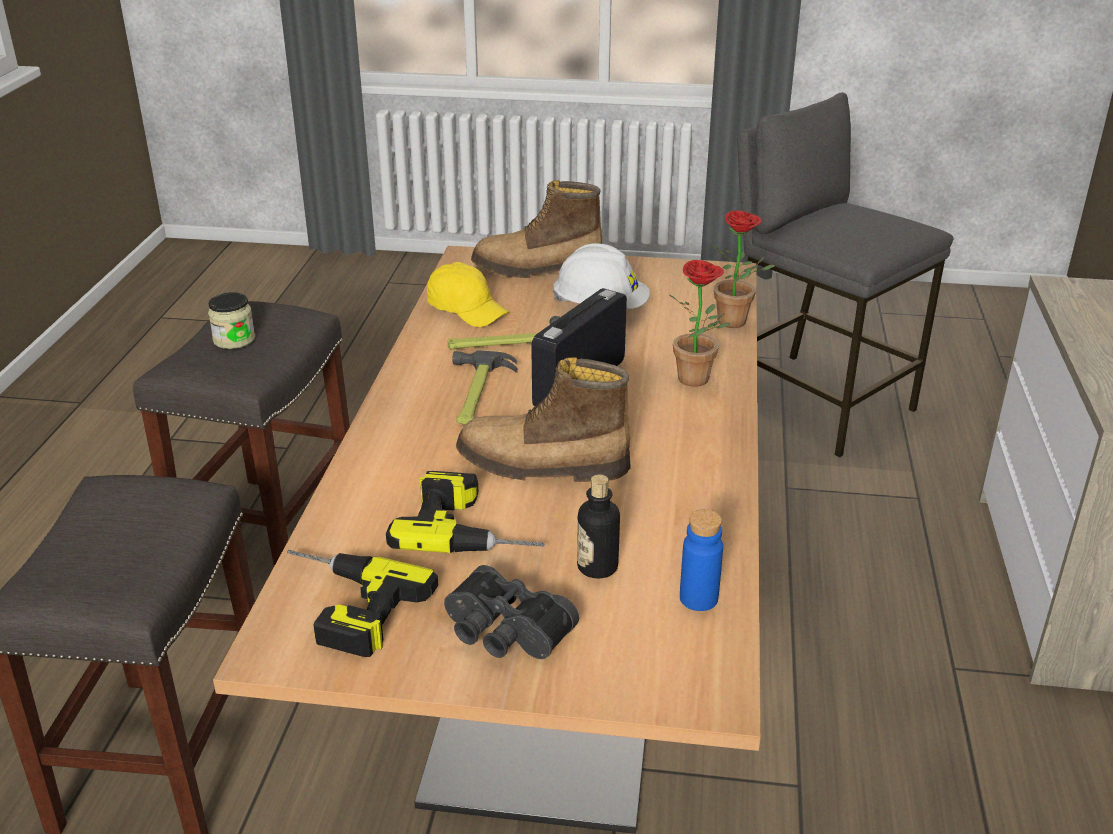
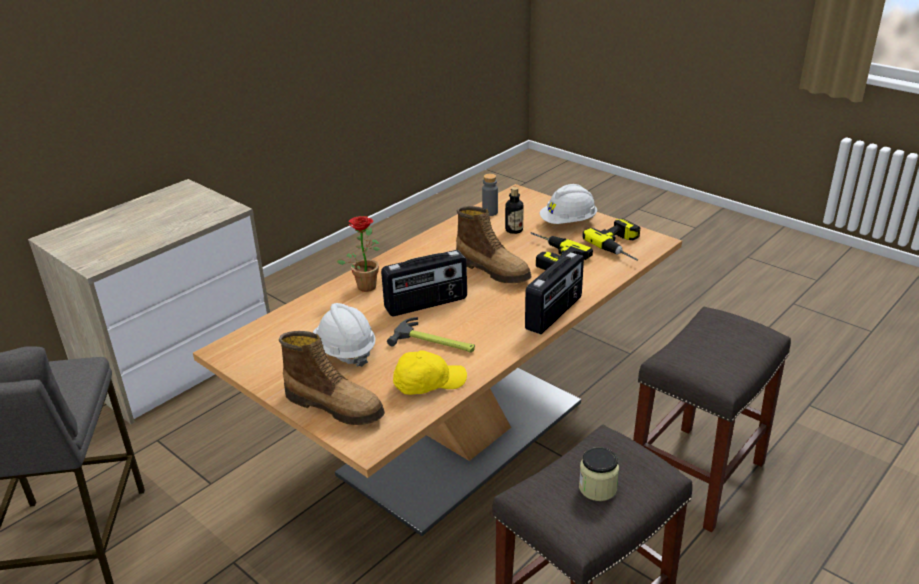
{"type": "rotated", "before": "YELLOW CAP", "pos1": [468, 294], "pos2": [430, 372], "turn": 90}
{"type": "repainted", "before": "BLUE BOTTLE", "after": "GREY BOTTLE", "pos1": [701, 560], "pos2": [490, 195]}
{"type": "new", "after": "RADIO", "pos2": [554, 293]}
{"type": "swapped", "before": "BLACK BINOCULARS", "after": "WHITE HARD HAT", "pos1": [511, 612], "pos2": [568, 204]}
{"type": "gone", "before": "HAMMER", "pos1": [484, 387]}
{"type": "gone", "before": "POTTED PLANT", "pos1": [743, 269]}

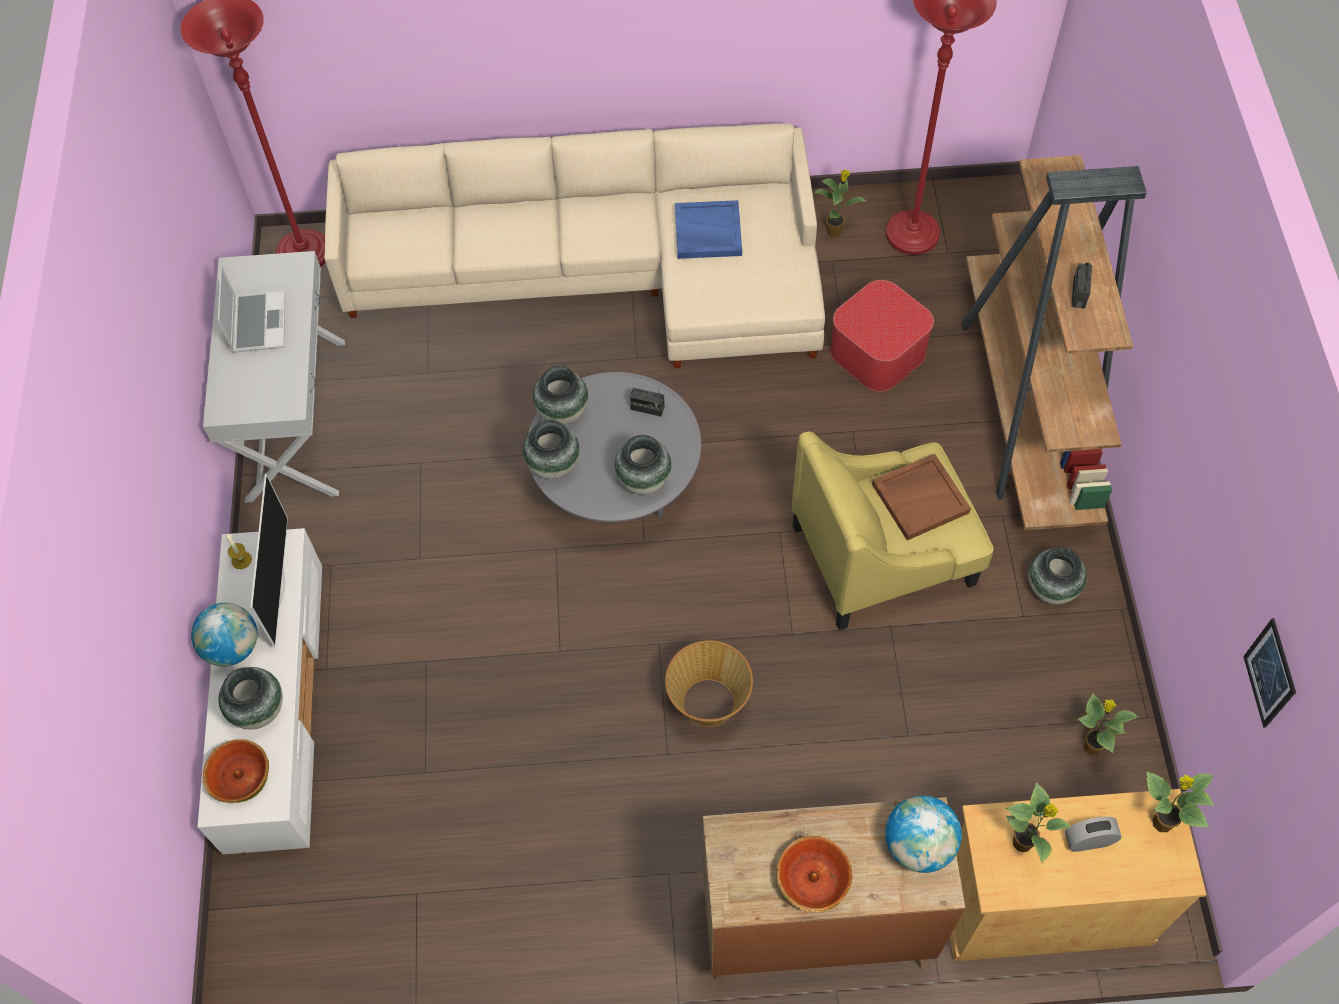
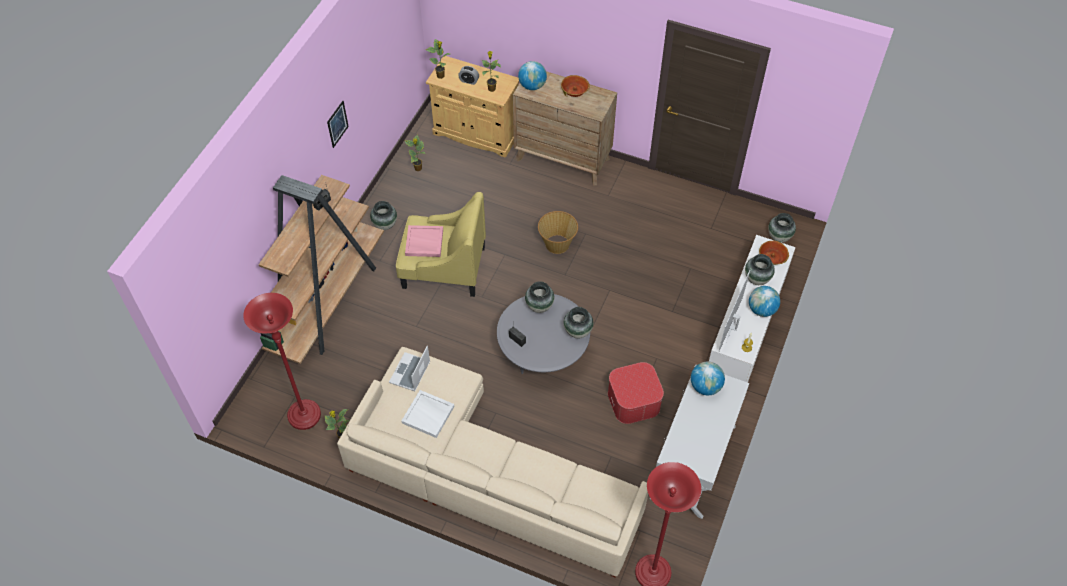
{"type": "shifted", "before": "PICTURE", "pos1": [1269, 673], "pos2": [338, 124]}
{"type": "shifted", "before": "LAPTOP", "pos1": [251, 308], "pos2": [409, 368]}
{"type": "repainted", "before": "BLUE TRAY", "after": "WHITE TRAY", "pos1": [708, 229], "pos2": [428, 414]}
{"type": "repainted", "before": "BROWN TRAY", "after": "PINK TRAY", "pos1": [921, 496], "pos2": [424, 241]}
{"type": "shifted", "before": "OTTOMAN", "pos1": [882, 336], "pos2": [636, 393]}
{"type": "new", "after": "GLOBE", "pos2": [708, 378]}
{"type": "shifted", "before": "VASE", "pos1": [560, 395], "pos2": [782, 227]}

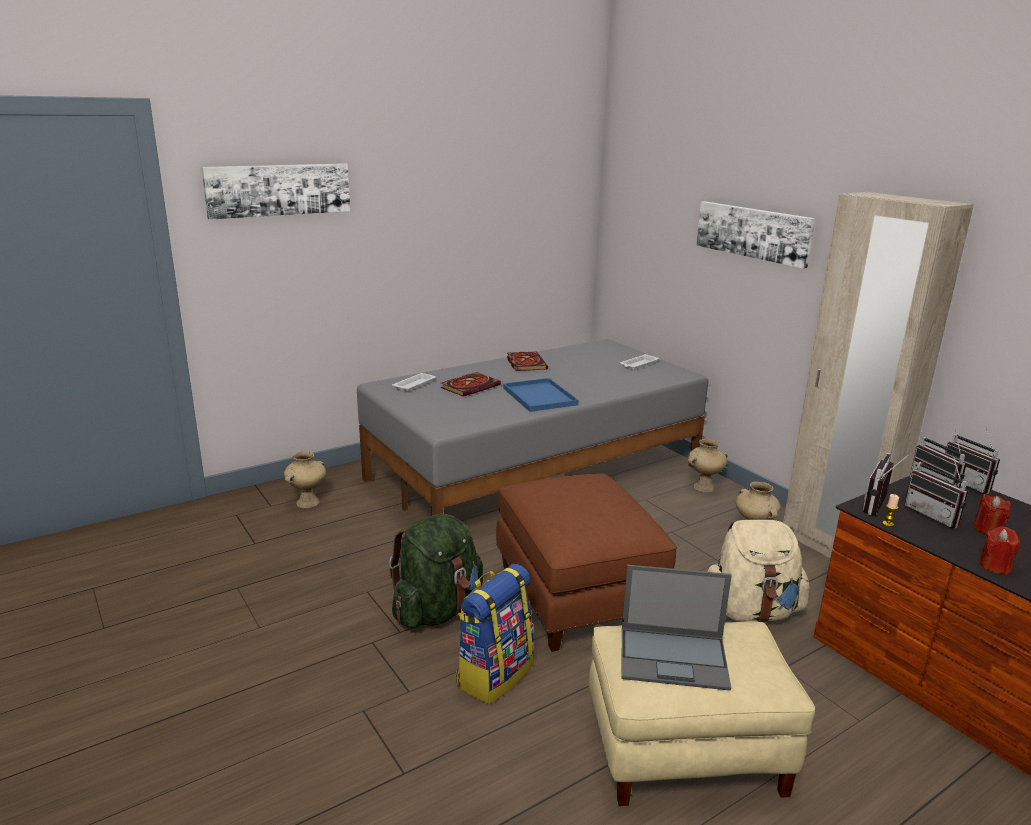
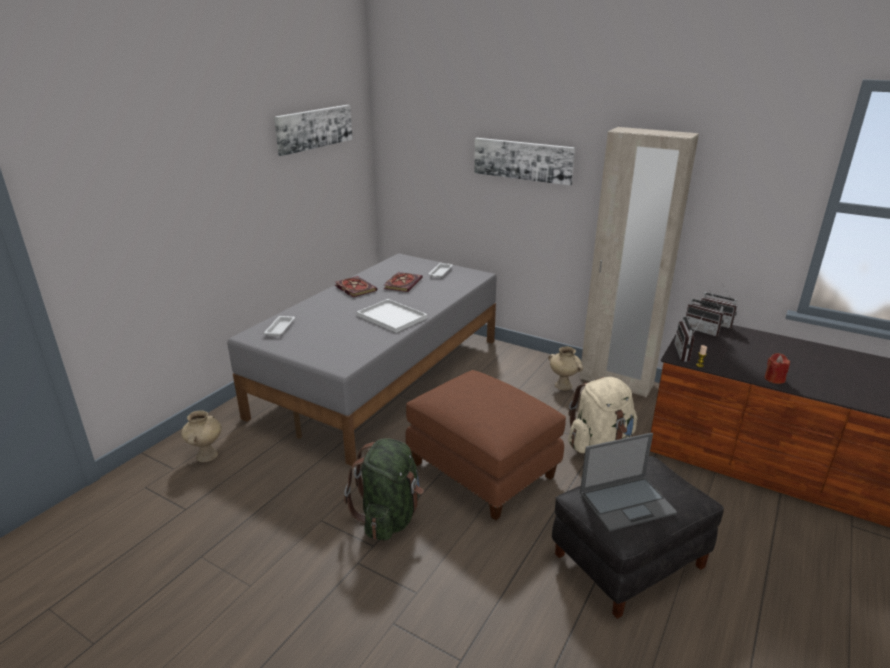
{"type": "shifted", "before": "PICTURE", "pos1": [275, 191], "pos2": [313, 130]}
{"type": "repainted", "before": "BLUE TRAY", "after": "WHITE TRAY", "pos1": [541, 395], "pos2": [392, 316]}
{"type": "shifted", "before": "BOOK", "pos1": [471, 384], "pos2": [403, 282]}
{"type": "repainted", "before": "BEIGE OTTOMAN", "after": "BLACK OTTOMAN", "pos1": [702, 713], "pos2": [638, 537]}
{"type": "gone", "before": "BACKPACK", "pos1": [495, 634]}
{"type": "gone", "before": "BEIGE VASE", "pos1": [708, 465]}
{"type": "gone", "before": "RADIO", "pos1": [936, 490]}
{"type": "gone", "before": "RED CANDLE", "pos1": [992, 514]}

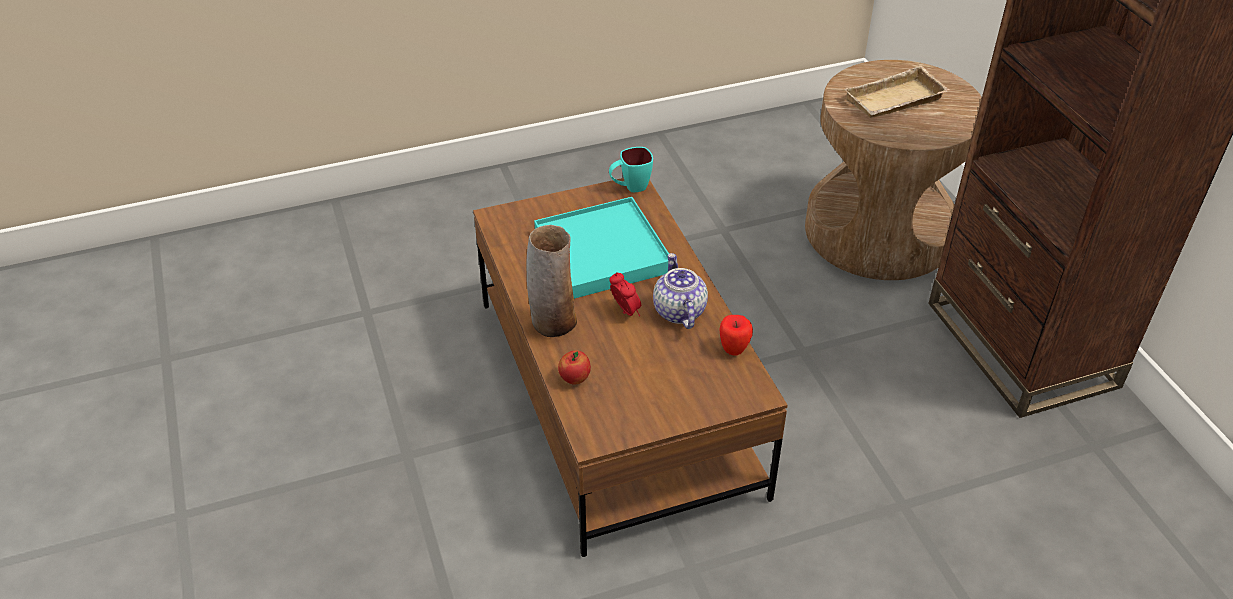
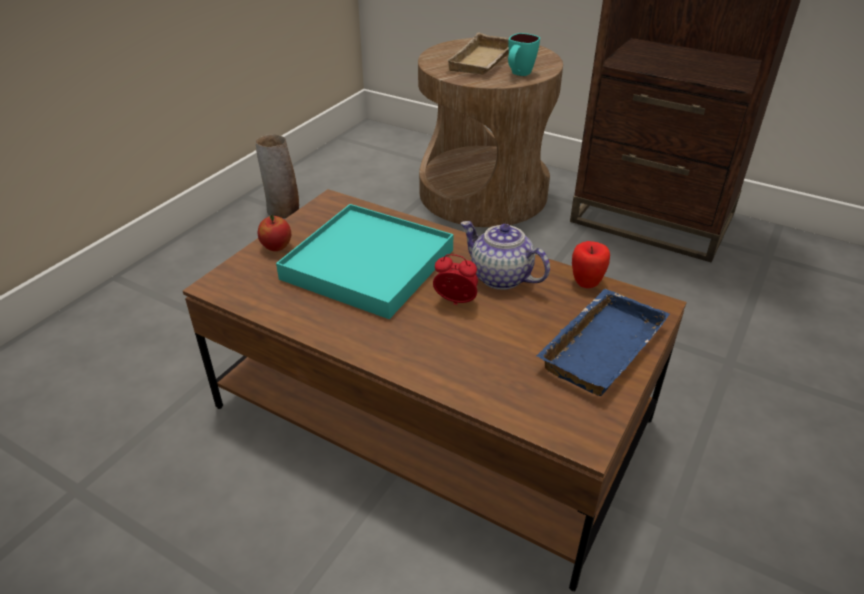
{"type": "shifted", "before": "VASE", "pos1": [551, 281], "pos2": [277, 176]}
{"type": "shifted", "before": "APPLE", "pos1": [574, 367], "pos2": [274, 232]}
{"type": "shifted", "before": "TURQUOISE MUG", "pos1": [631, 169], "pos2": [524, 54]}
{"type": "new", "after": "BLUE TRAY", "pos2": [603, 342]}

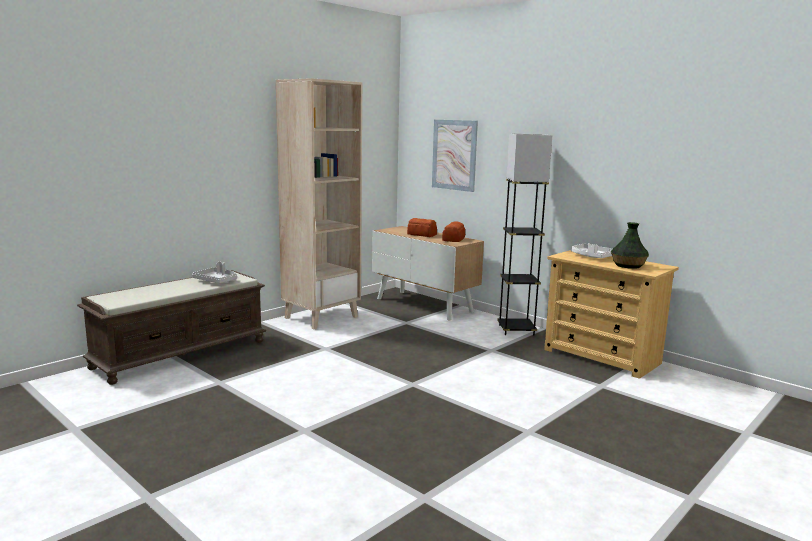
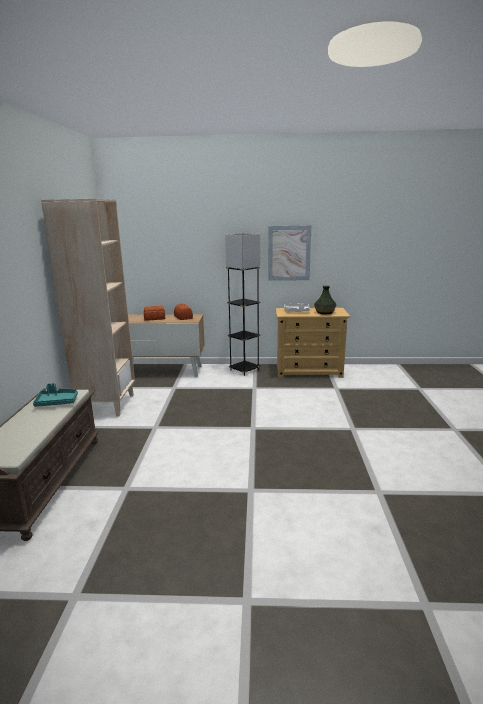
{"type": "repainted", "before": "GREY TRAY", "after": "TURQUOISE TRAY", "pos1": [214, 272], "pos2": [55, 395]}
{"type": "shifted", "before": "PICTURE", "pos1": [455, 156], "pos2": [289, 253]}

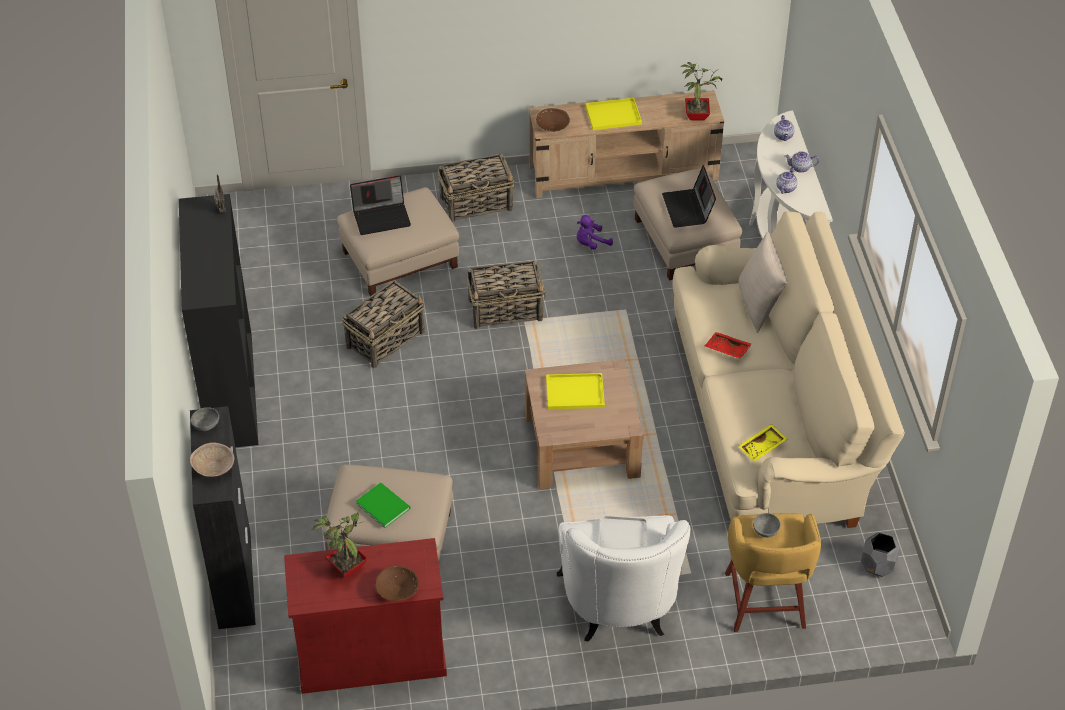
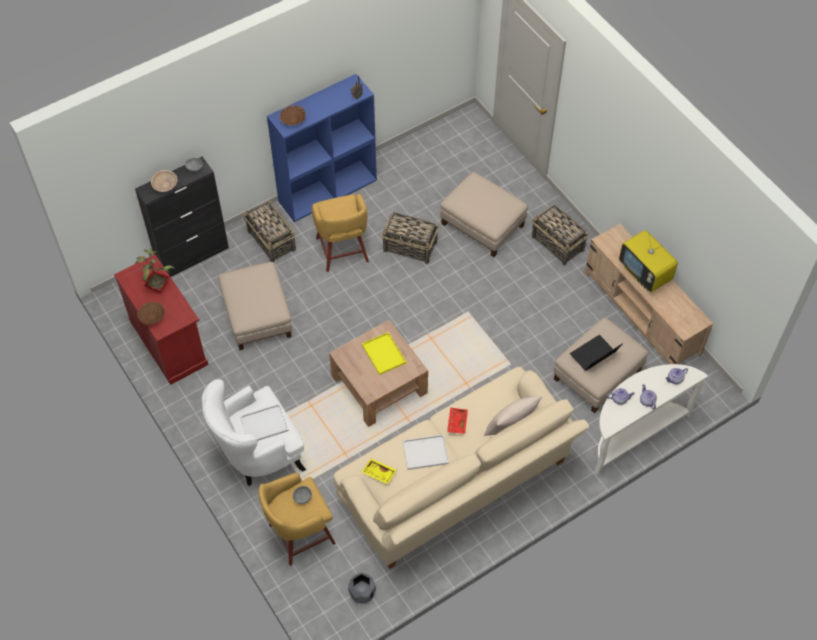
{"type": "shifted", "before": "BASKET", "pos1": [506, 295], "pos2": [269, 232]}
{"type": "repainted", "before": "BLACK BOOKCASE", "after": "BLUE BOOKCASE", "pos1": [218, 321], "pos2": [322, 148]}
{"type": "shifted", "before": "BROWN BOWL", "pos1": [553, 120], "pos2": [293, 115]}
{"type": "new", "after": "YELLOW STOOL", "pos2": [340, 233]}
{"type": "new", "after": "WHITE TRAY", "pos2": [426, 452]}
{"type": "swapped", "before": "YELLOW TRAY", "after": "TELEVISION", "pos1": [613, 114], "pos2": [648, 261]}
{"type": "gone", "before": "LAPTOP", "pos1": [380, 205]}
{"type": "gone", "before": "GREEN BOOK", "pos1": [383, 505]}
{"type": "gone", "before": "PURPLE PLUSH TOY", "pos1": [595, 232]}
{"type": "gone", "before": "POTTED PLANT", "pos1": [701, 91]}

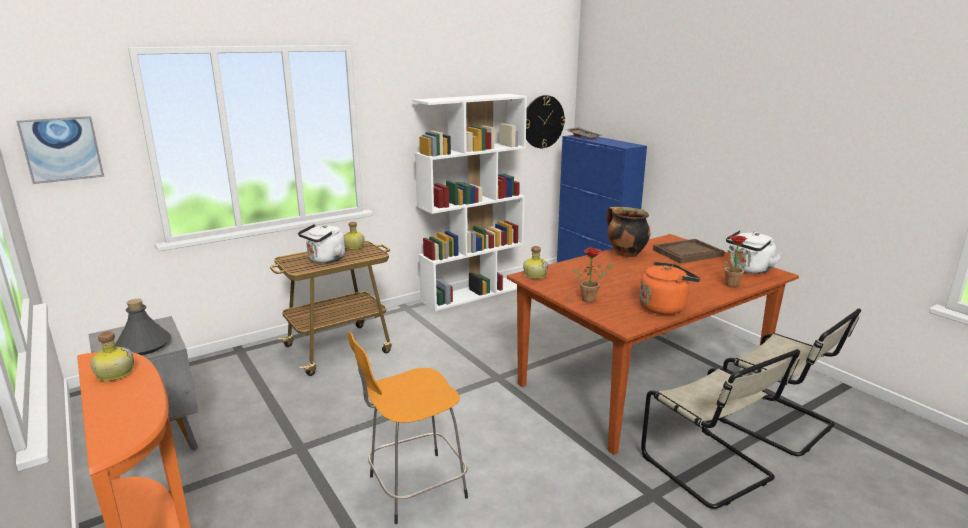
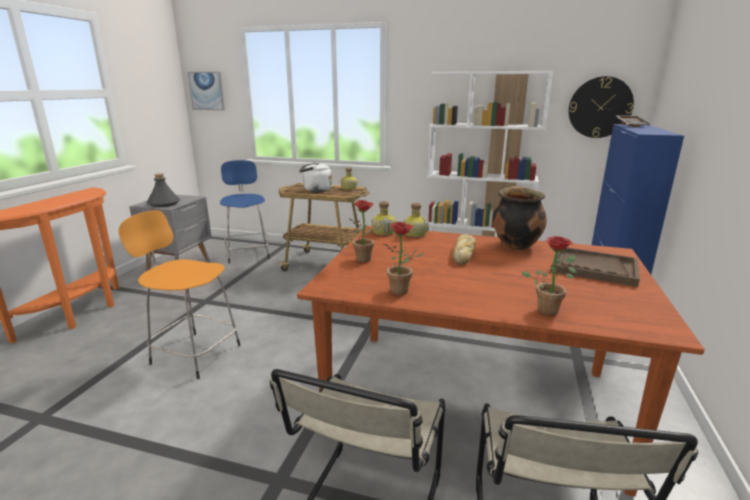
{"type": "new", "after": "BLUE STOOL", "pos2": [245, 212]}
{"type": "swapped", "before": "ORANGE KETTLE", "after": "POTTED PLANT", "pos1": [669, 288], "pos2": [403, 258]}
{"type": "shifted", "before": "BOTTLE", "pos1": [112, 356], "pos2": [416, 220]}
{"type": "new", "after": "BREAD", "pos2": [464, 249]}
{"type": "gone", "before": "WHITE KETTLE", "pos1": [754, 252]}

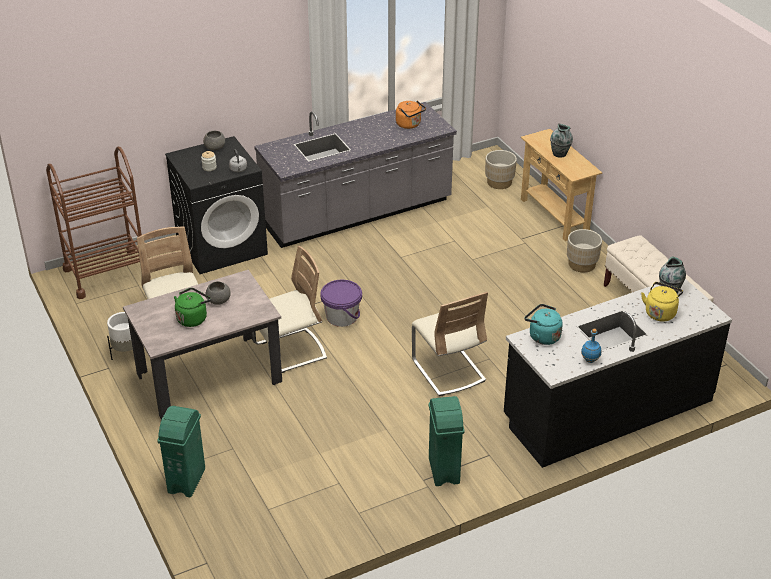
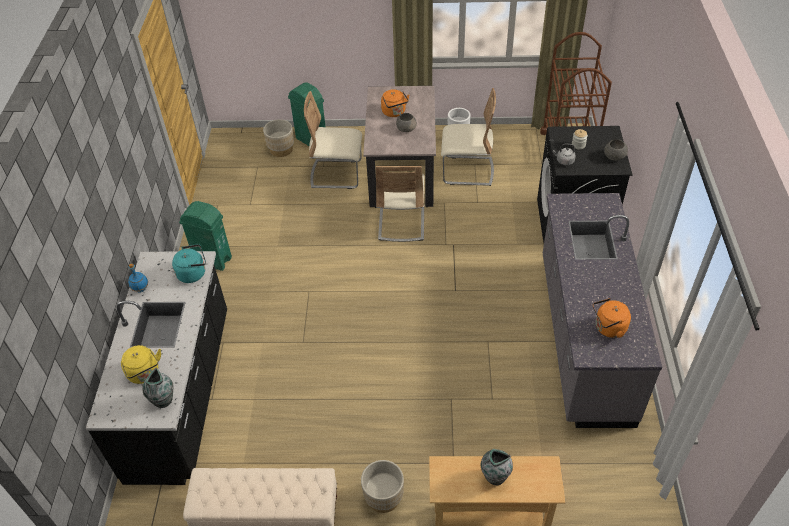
{"type": "shifted", "before": "BEIGE PLANTER", "pos1": [501, 169], "pos2": [278, 138]}
{"type": "shifted", "before": "BEIGE CHAIR", "pos1": [450, 344], "pos2": [333, 140]}
{"type": "repainted", "before": "GREEN KETTLE", "after": "ORANGE KETTLE", "pos1": [192, 307], "pos2": [395, 103]}
{"type": "gone", "before": "PURPLE BUCKET", "pos1": [341, 303]}

